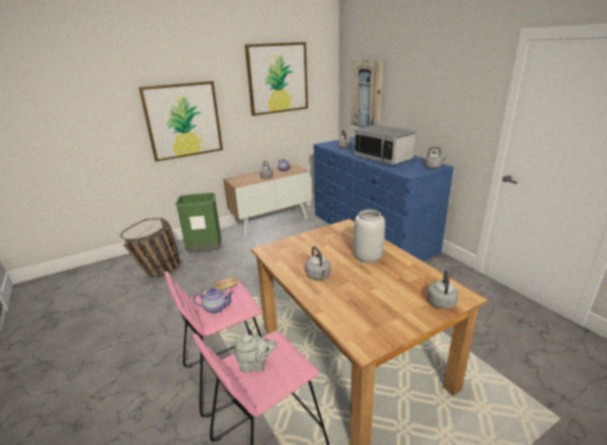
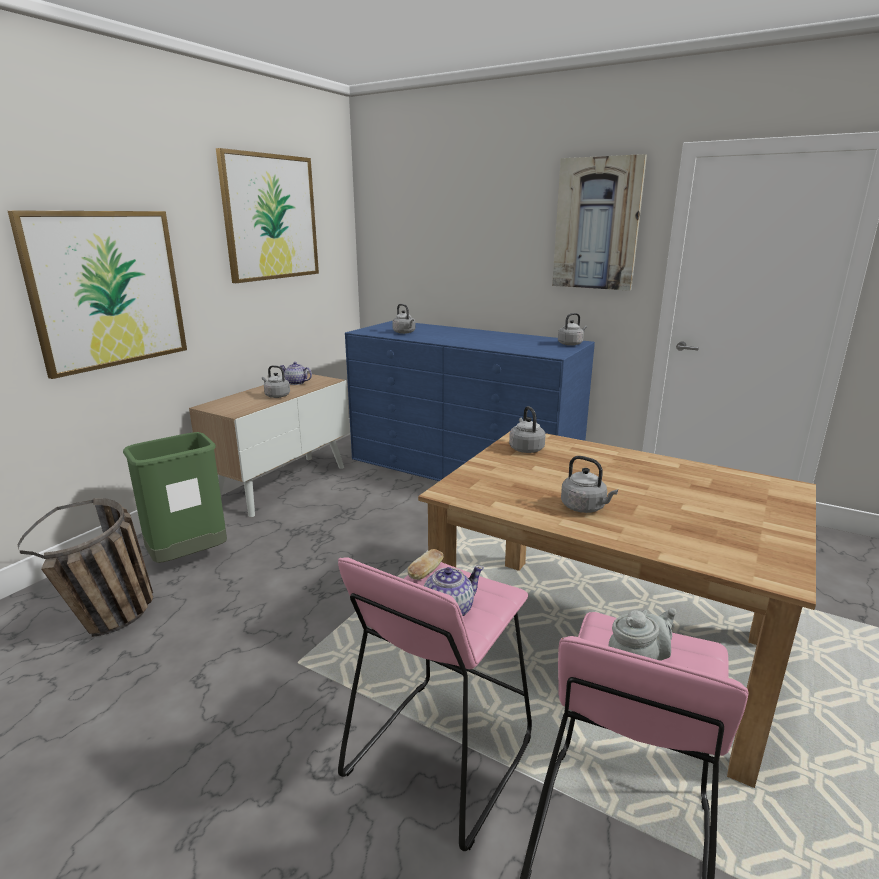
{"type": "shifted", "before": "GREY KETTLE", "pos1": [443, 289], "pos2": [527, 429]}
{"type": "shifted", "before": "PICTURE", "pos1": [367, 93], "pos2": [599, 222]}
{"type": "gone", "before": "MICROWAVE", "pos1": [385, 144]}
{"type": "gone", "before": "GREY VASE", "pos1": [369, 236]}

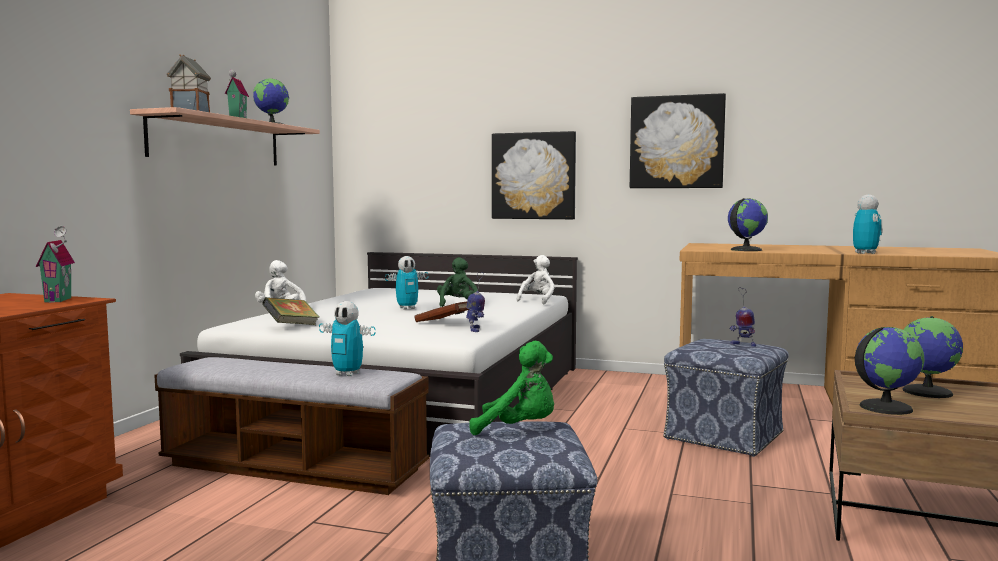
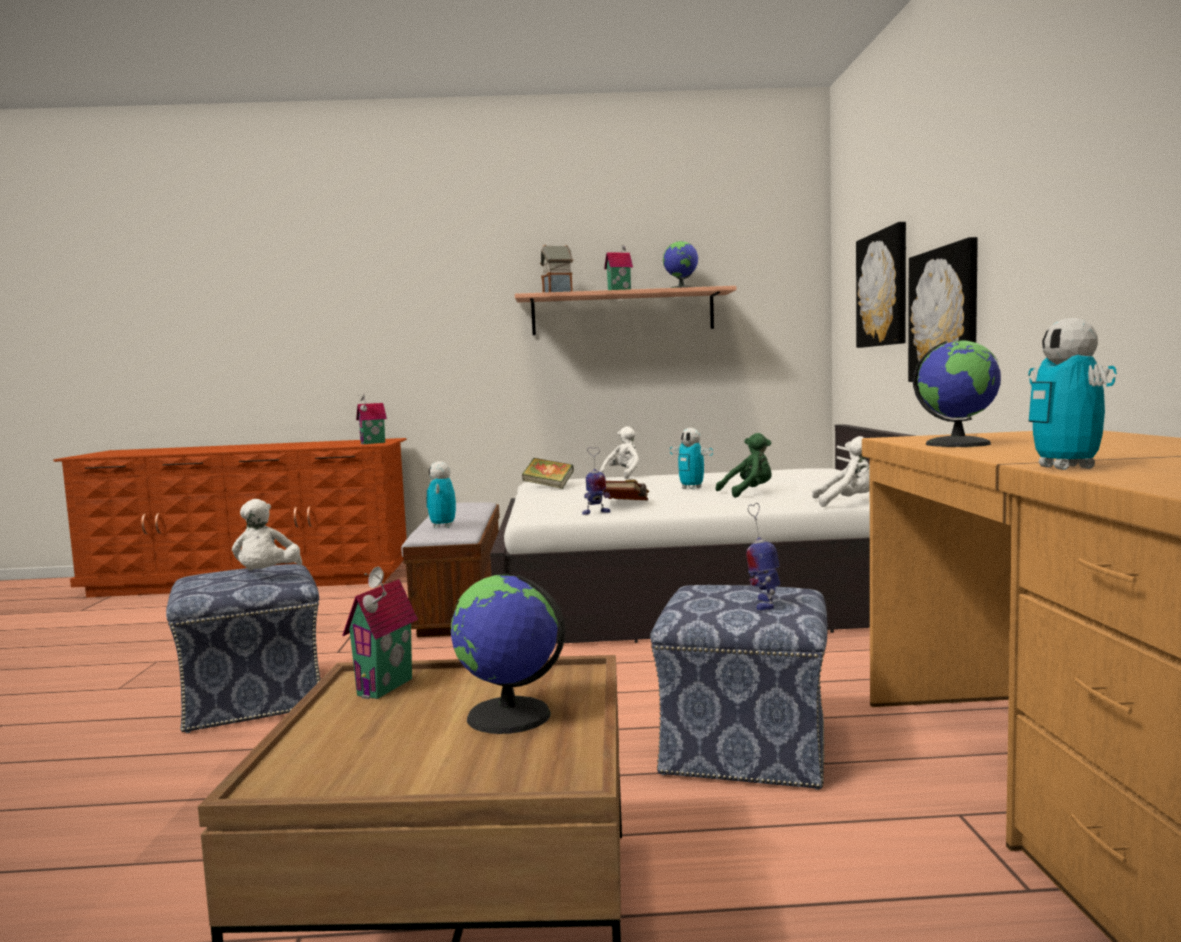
{"type": "repainted", "before": "GREEN PLUSH TOY", "after": "WHITE PLUSH TOY", "pos1": [511, 388], "pos2": [267, 535]}
{"type": "swapped", "before": "GLOBE", "after": "TOY HOUSE", "pos1": [889, 371], "pos2": [380, 633]}
{"type": "shifted", "before": "PICTURE", "pos1": [678, 140], "pos2": [881, 285]}
{"type": "rotated", "before": "TOY ROBOT", "pos1": [867, 224], "pos2": [1072, 394], "turn": 105}

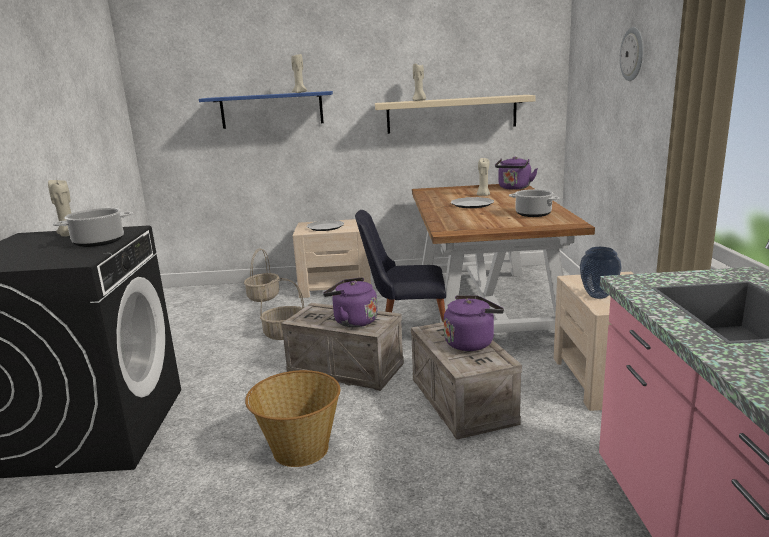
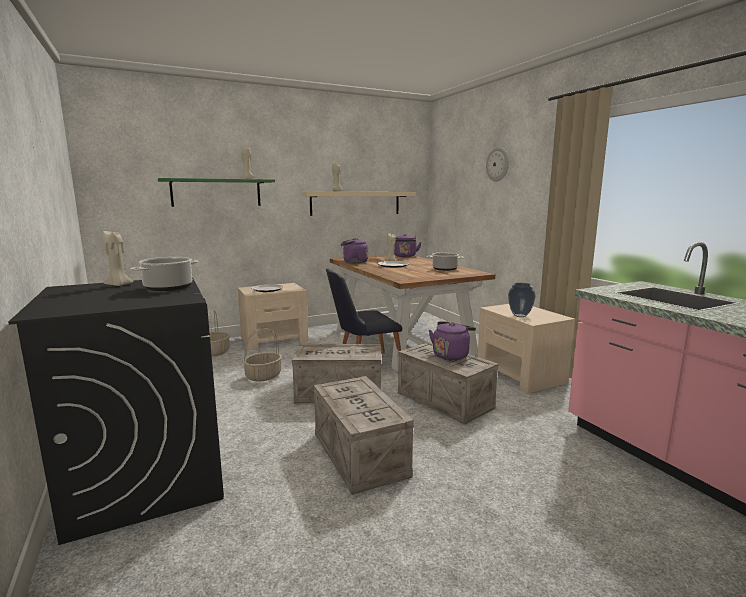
{"type": "repainted", "before": "BLUE SHELF", "after": "GREEN SHELF", "pos1": [266, 110], "pos2": [216, 192]}
{"type": "swapped", "before": "BASKET", "after": "CRATE", "pos1": [292, 418], "pos2": [364, 435]}
{"type": "shifted", "before": "PURPLE KETTLE", "pos1": [350, 302], "pos2": [354, 251]}

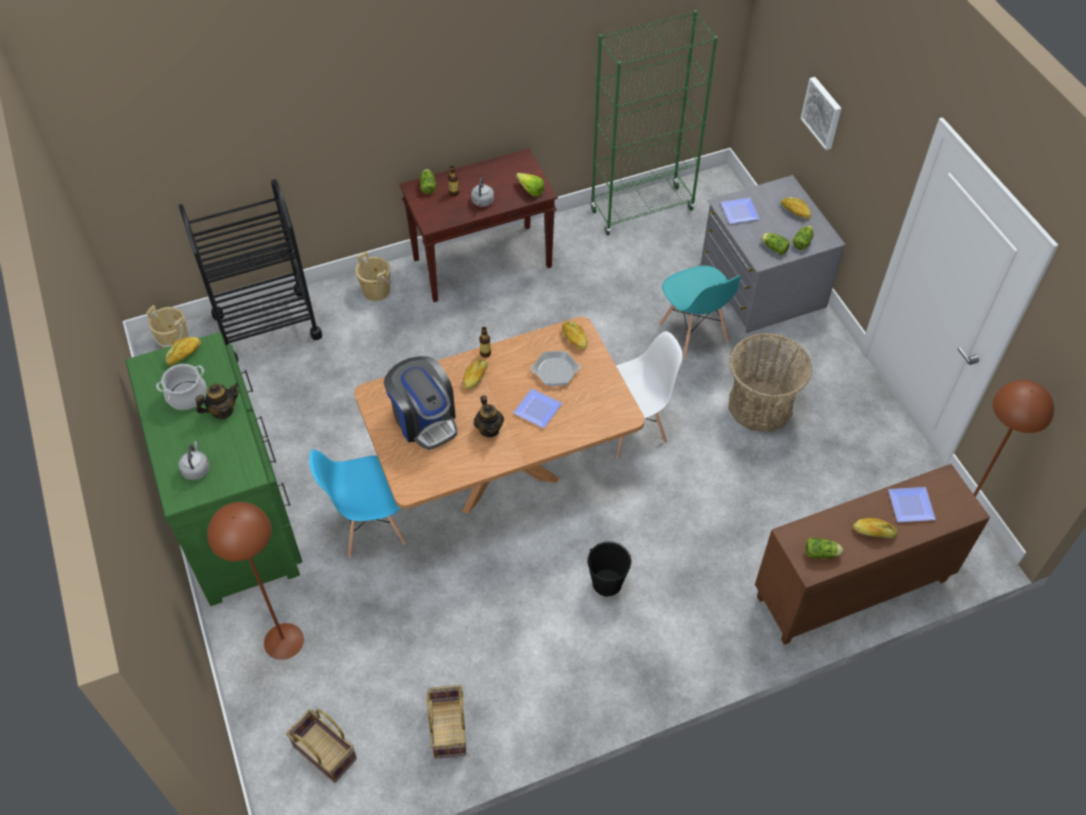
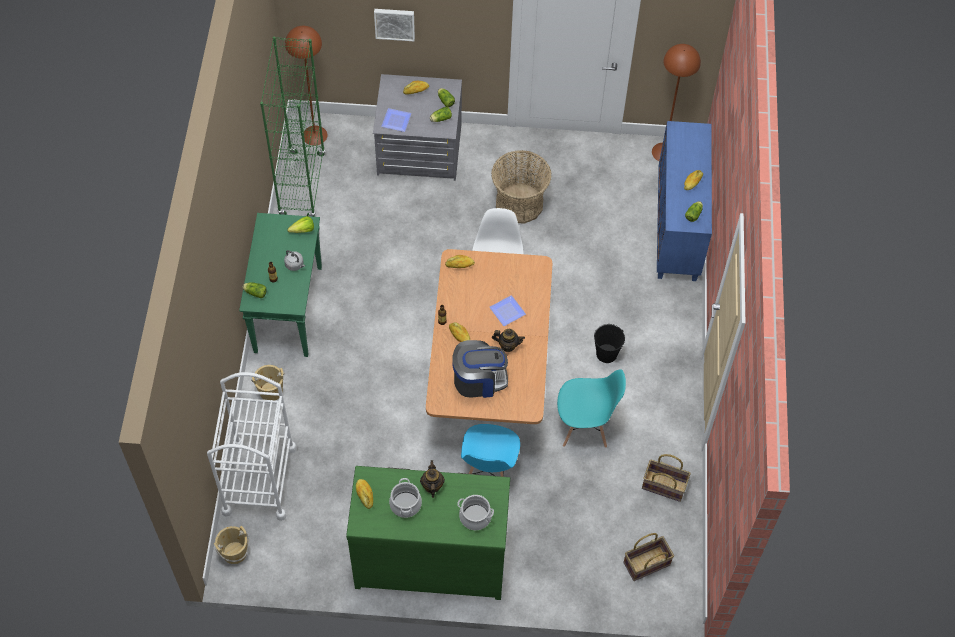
{"type": "repainted", "before": "BLACK CART", "after": "WHITE CART", "pos1": [250, 270], "pos2": [252, 446]}
{"type": "repainted", "before": "BROWN CONSOLE TABLE", "after": "GREEN CONSOLE TABLE", "pos1": [478, 225], "pos2": [280, 285]}
{"type": "shifted", "before": "BROWN FLOOR LAMP", "pos1": [255, 581], "pos2": [306, 86]}
{"type": "swapped", "before": "GREY KETTLE", "after": "COOKING POT", "pos1": [194, 460], "pos2": [475, 512]}
{"type": "shifted", "before": "TURQUOISE CHAIR", "pos1": [700, 313], "pos2": [591, 408]}
{"type": "repainted", "before": "BROWN CABINET", "after": "BLUE CABINET", "pos1": [872, 554], "pos2": [684, 201]}
{"type": "gone", "before": "FRYING PAN", "pos1": [555, 368]}
{"type": "gone", "before": "PLATE", "pos1": [912, 504]}

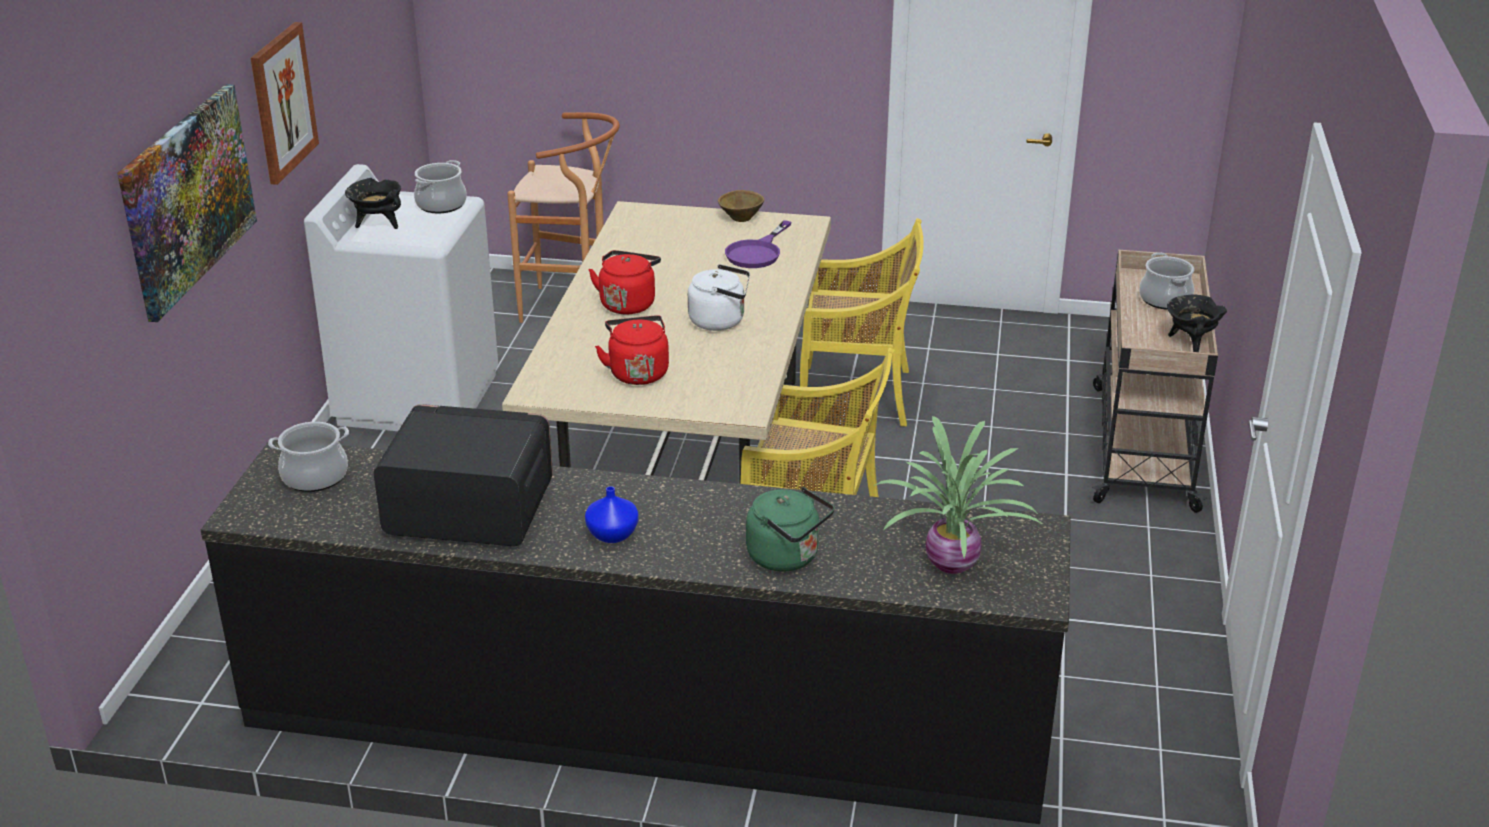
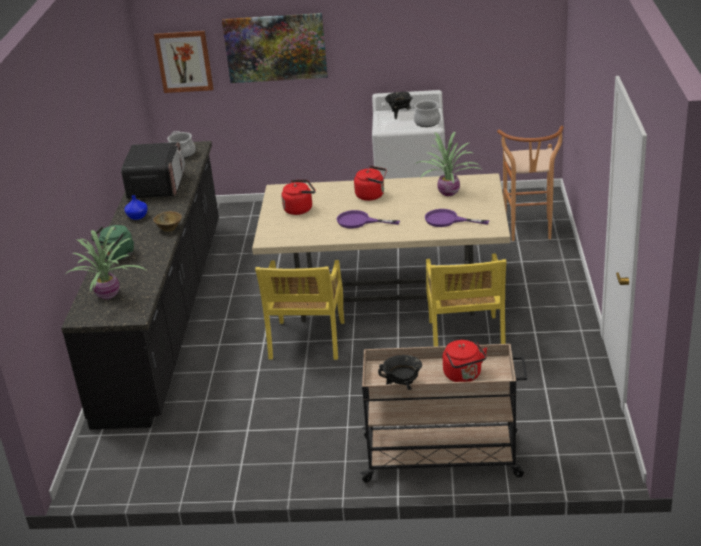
{"type": "shifted", "before": "BROWN BOWL", "pos1": [741, 206], "pos2": [167, 221]}
{"type": "shifted", "before": "PICTURE", "pos1": [285, 103], "pos2": [184, 62]}
{"type": "swapped", "before": "WHITE KETTLE", "after": "PURPLE FRYING PAN", "pos1": [719, 297], "pos2": [368, 219]}
{"type": "new", "after": "POTTED PLANT", "pos2": [448, 163]}
{"type": "swapped", "before": "COOKING POT", "after": "RED KETTLE", "pos1": [1166, 281], "pos2": [465, 361]}

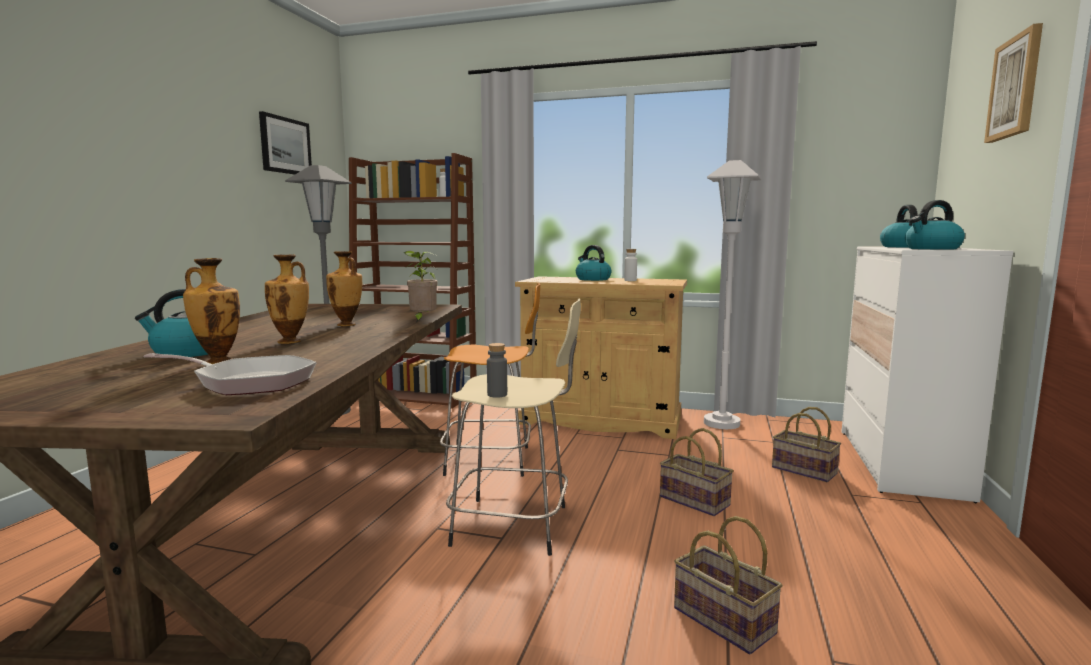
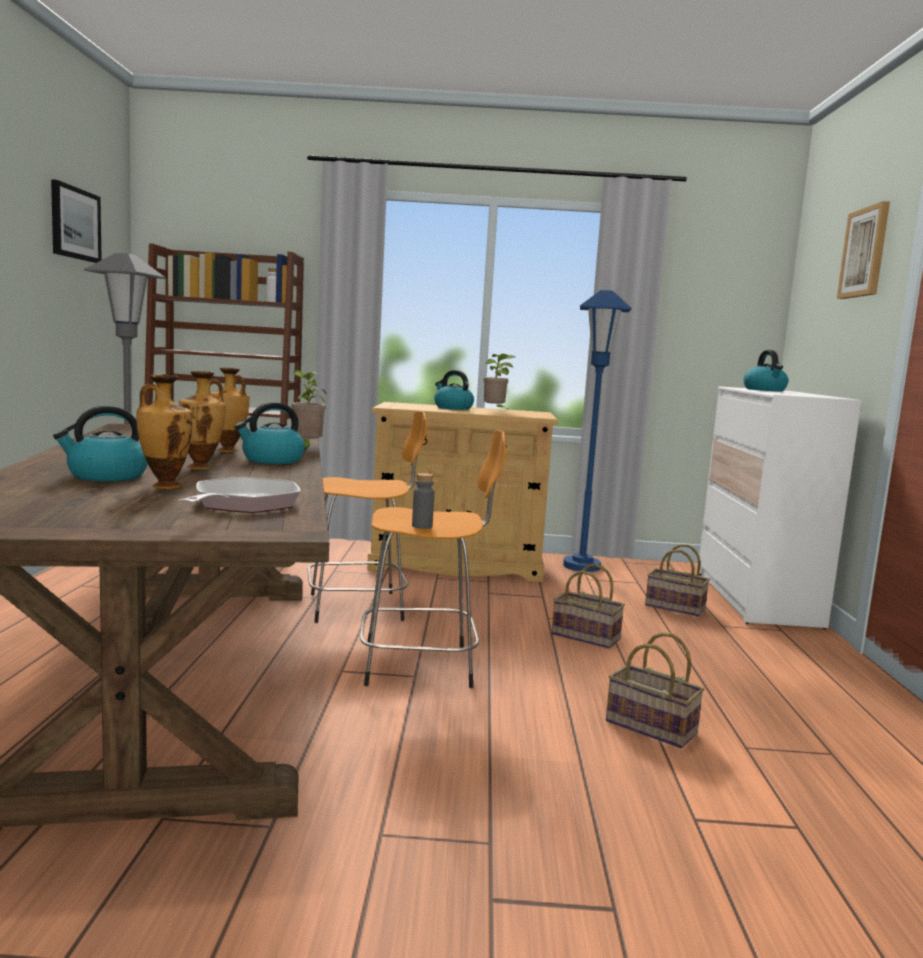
{"type": "rotated", "before": "FRYING PAN", "pos1": [230, 374], "pos2": [239, 495], "turn": -75}
{"type": "shifted", "before": "KETTLE", "pos1": [935, 224], "pos2": [270, 433]}
{"type": "repainted", "before": "BEIGE STOOL", "after": "ORANGE STOOL", "pos1": [513, 427], "pos2": [433, 559]}
{"type": "swapped", "before": "WHITE BOTTLE", "after": "POTTED PLANT", "pos1": [630, 265], "pos2": [499, 381]}
{"type": "repainted", "before": "WHITE FLOOR LAMP", "after": "BLUE FLOOR LAMP", "pos1": [732, 294], "pos2": [597, 431]}

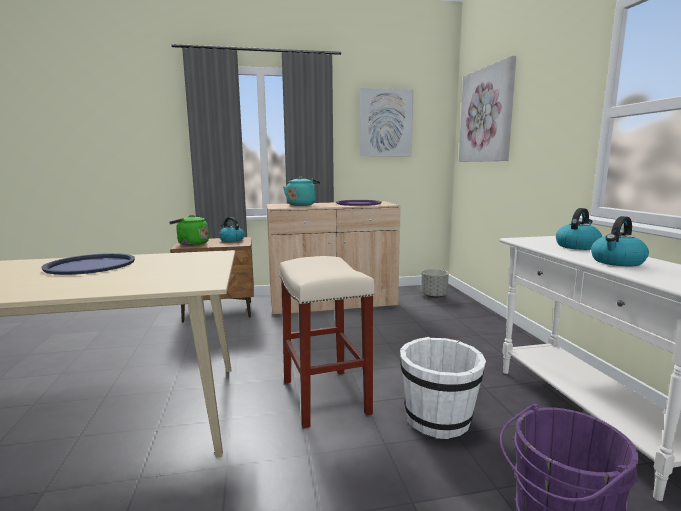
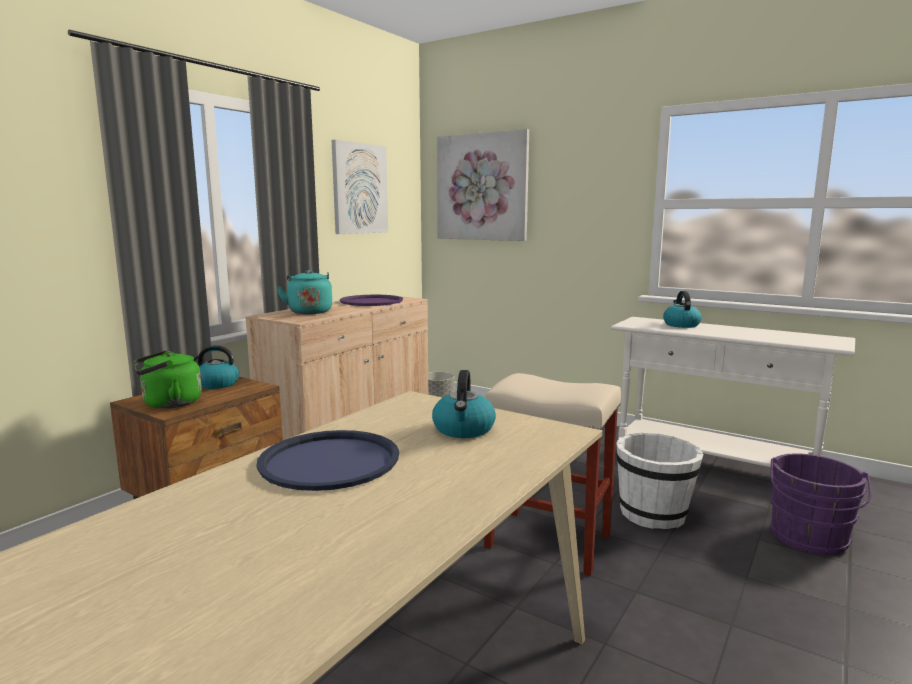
{"type": "shifted", "before": "KETTLE", "pos1": [620, 241], "pos2": [464, 404]}

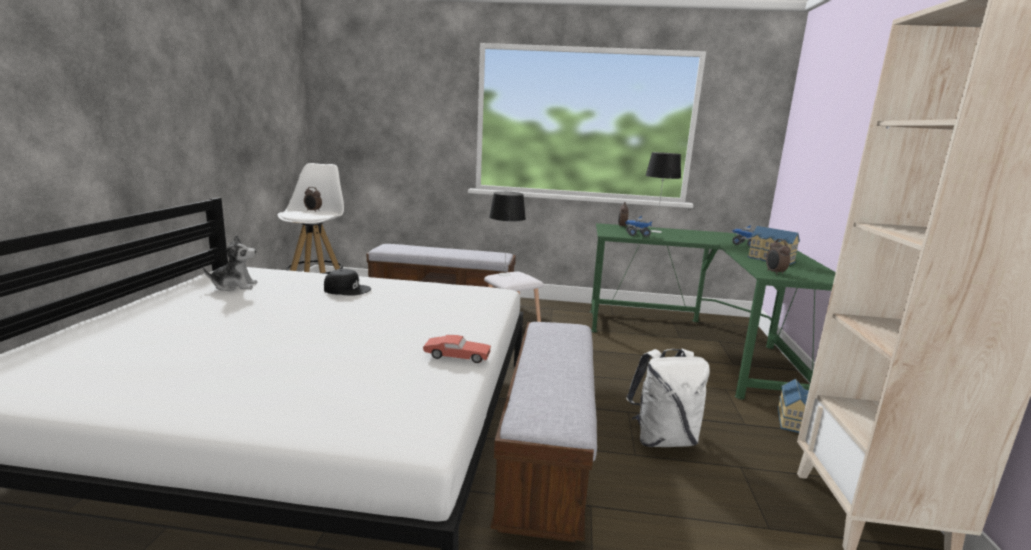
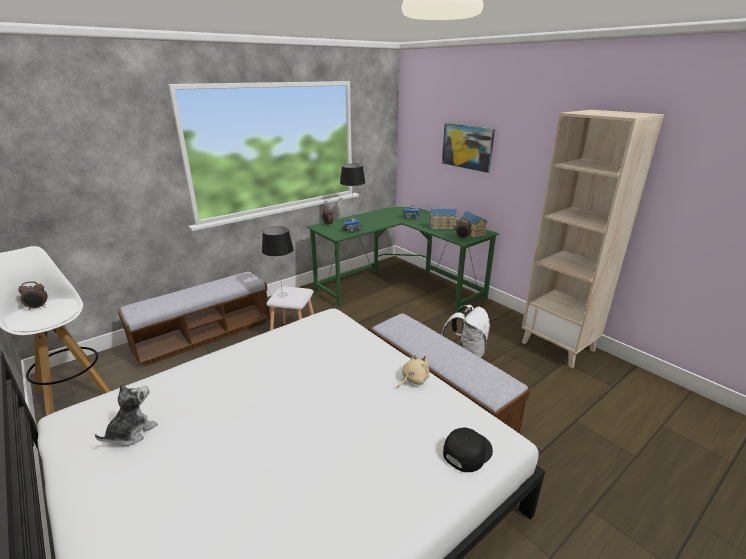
{"type": "swapped", "before": "RED TOY CAR", "after": "BEIGE PLUSH TOY", "pos1": [457, 349], "pos2": [413, 370]}
{"type": "new", "after": "PICTURE", "pos2": [468, 148]}
{"type": "shifted", "before": "BLACK CAP", "pos1": [347, 282], "pos2": [468, 449]}
{"type": "shifted", "before": "TOY HOUSE", "pos1": [793, 406], "pos2": [474, 224]}

